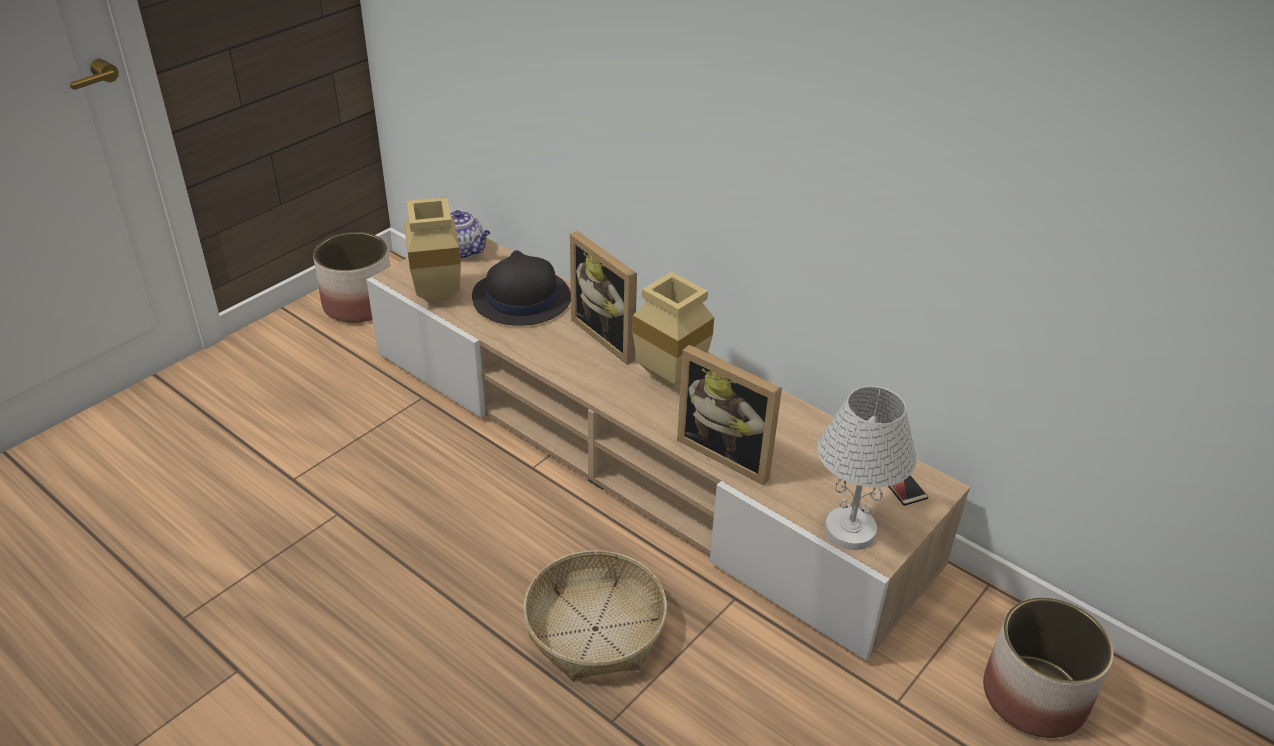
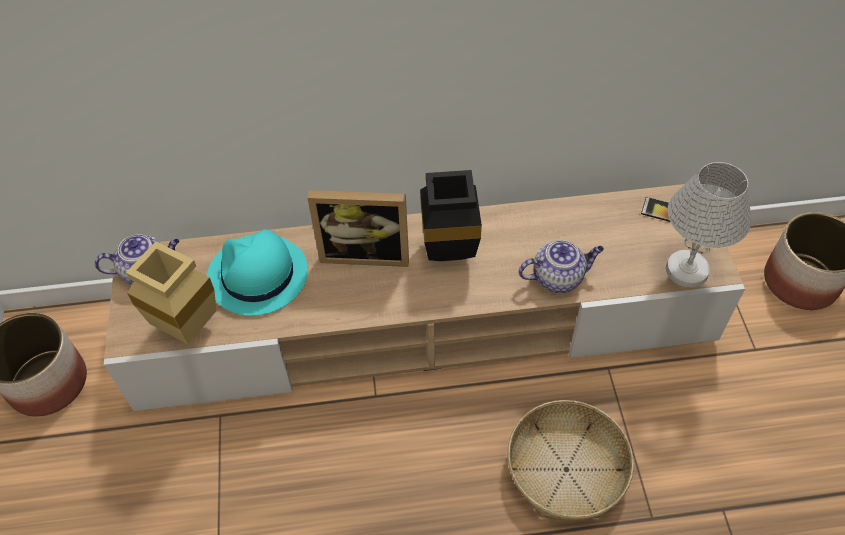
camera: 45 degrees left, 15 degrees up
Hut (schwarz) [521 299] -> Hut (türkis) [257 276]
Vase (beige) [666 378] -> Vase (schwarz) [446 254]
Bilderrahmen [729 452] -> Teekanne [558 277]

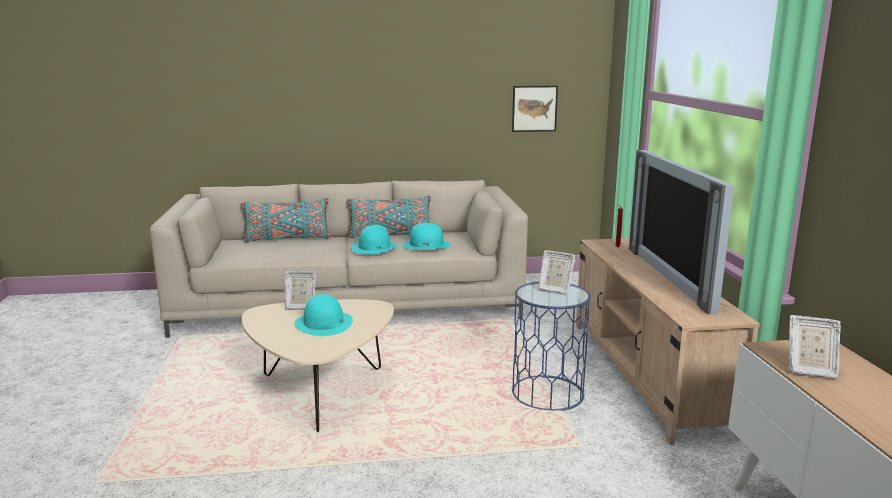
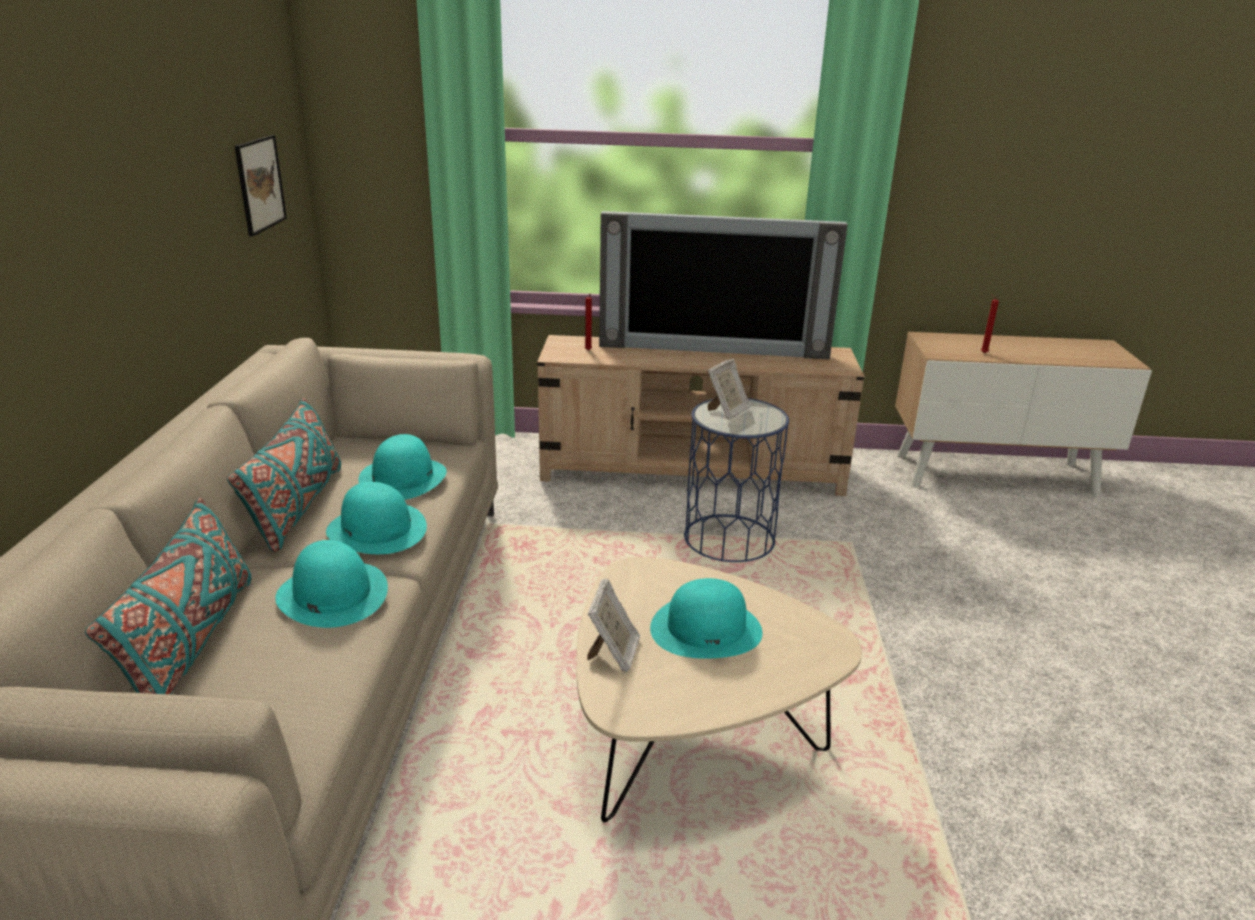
camera: 80 degrees left, 10 degrees up
none -> Hut (türkis) [332 594]
Bilderrahmen [809 371] -> Kerze (rot) [982 353]

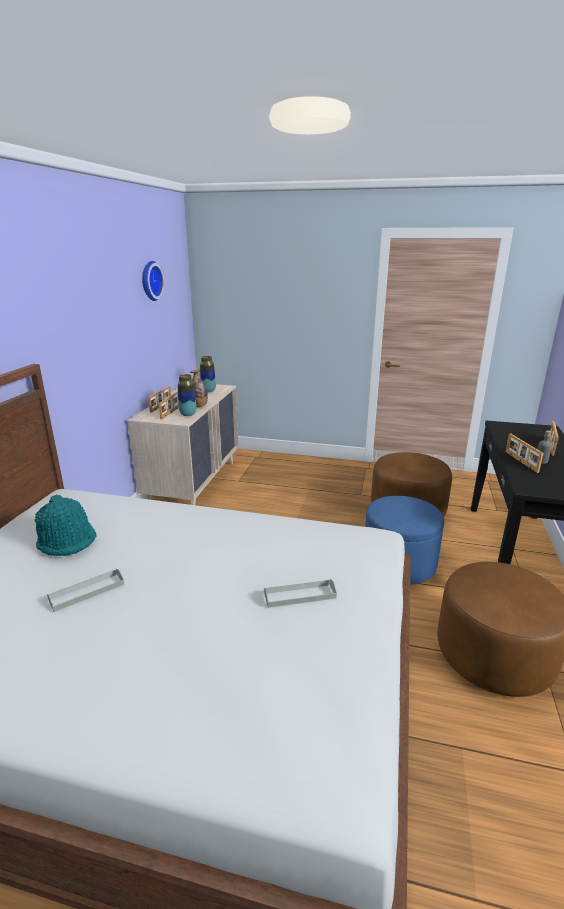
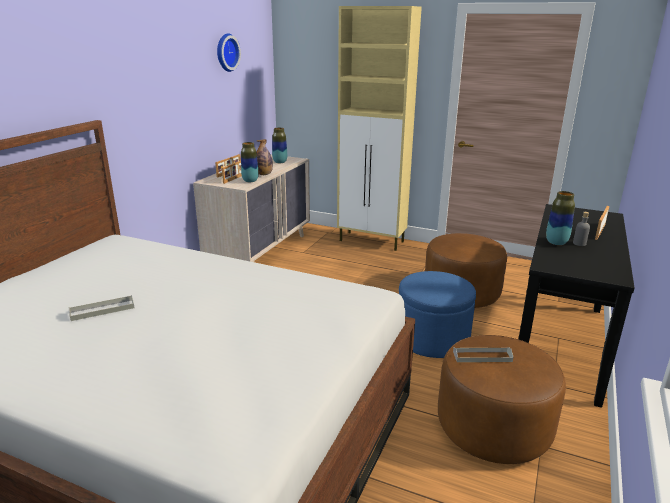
camera: 10 degrees right, 0 degrees up
none -> Schrank (beige) [372 241]
Tablett (grau) [300 595] -> Tablett (grau) [482 356], moved
Bilderrahmen [520 462] -> Vase [556 242]
Hut (türkis) [67 540] -> none

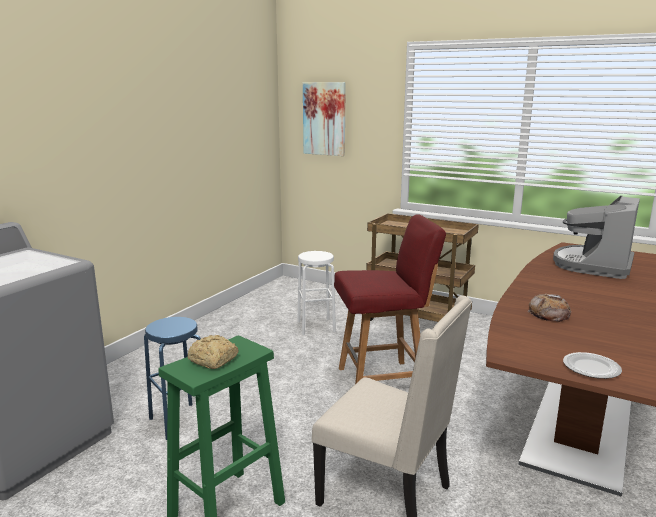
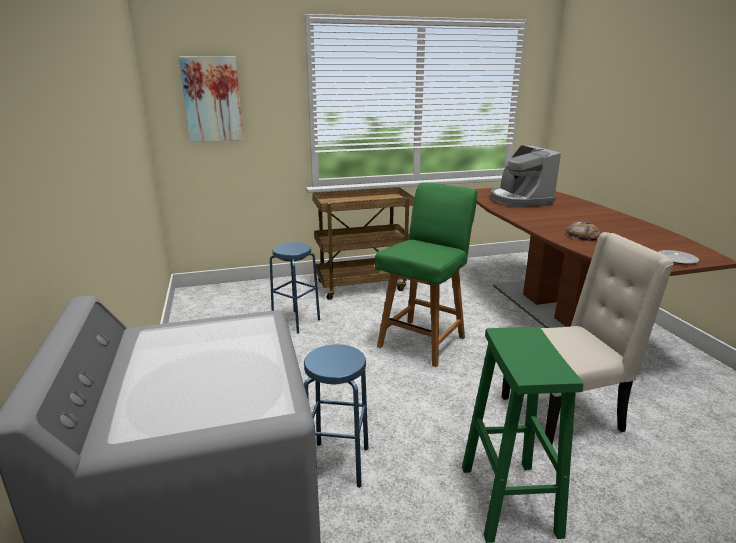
camera: 45 degrees left, 5 degrees up
Hocker (weiß) [316 326] -> Hocker (blau) [296 321]
Stuhl (rot) [383 381] -> Stuhl (grün) [423 341]
Brot [213 361] -> none

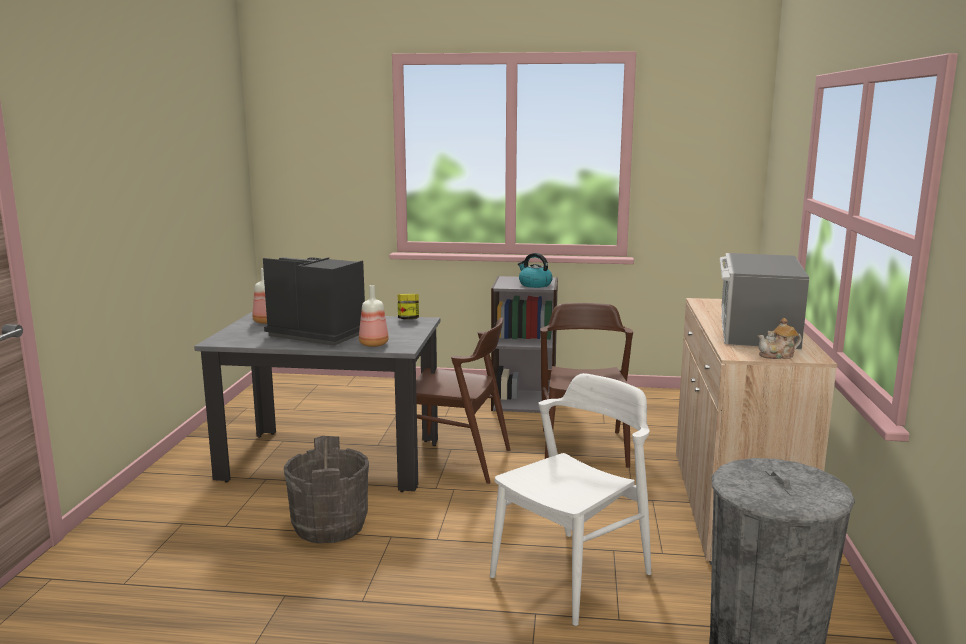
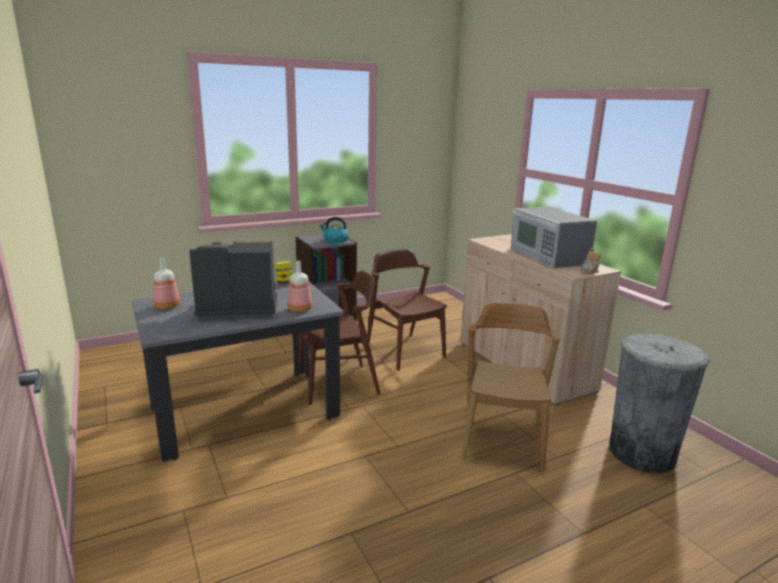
camera: 35 degrees left, 5 degrees up
Stuhl (weiß) [572 576] -> Stuhl (braun) [503 440]
Eimer (grau) [329 526] -> none

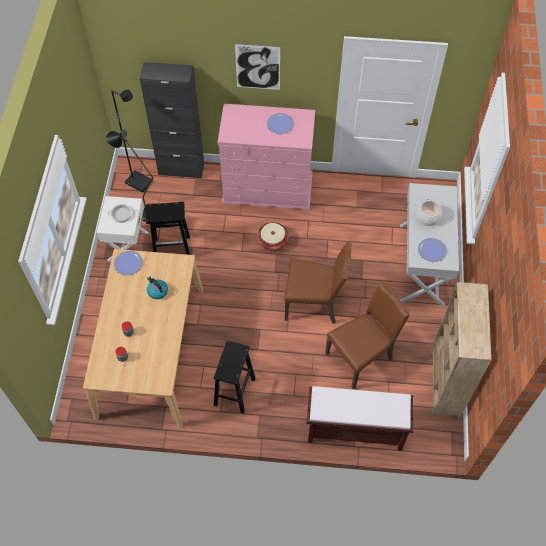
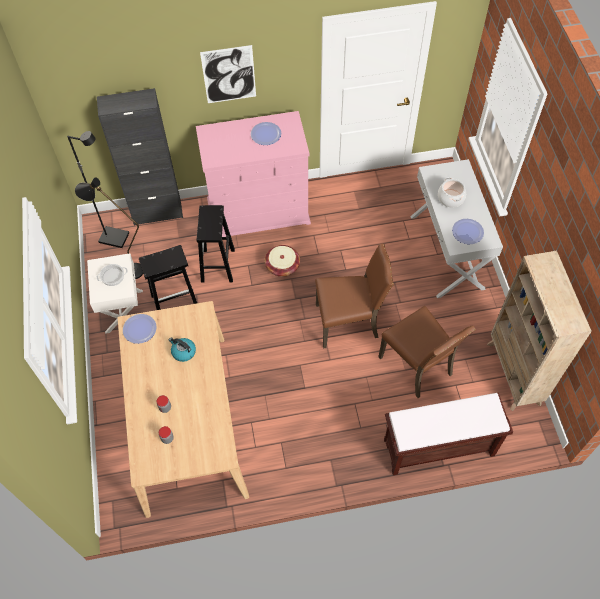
camera: 15 degrees left, 0 degrees up
Hocker (schwarz) [234 392] -> Hocker (schwarz) [218 266], moved
Stuhl (braun) [361 357] -> Stuhl (braun) [417 366], 105 degrees clockwise

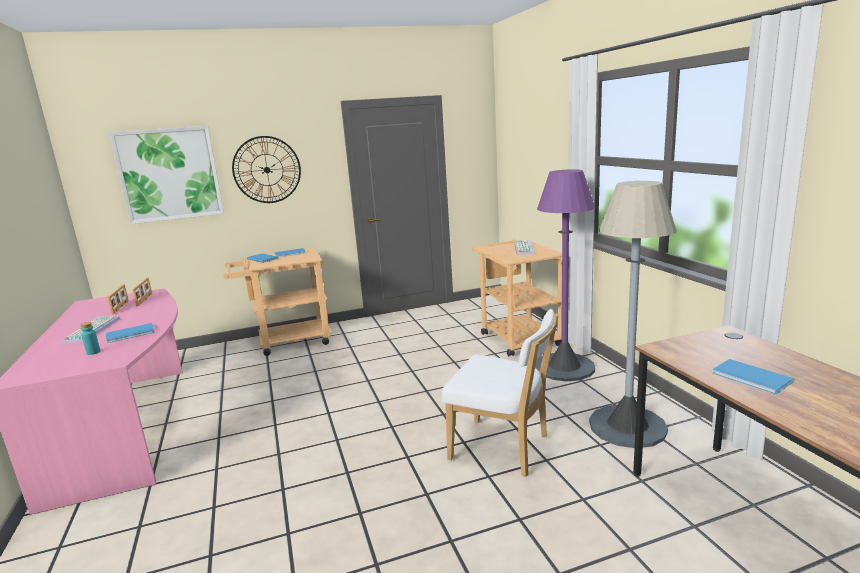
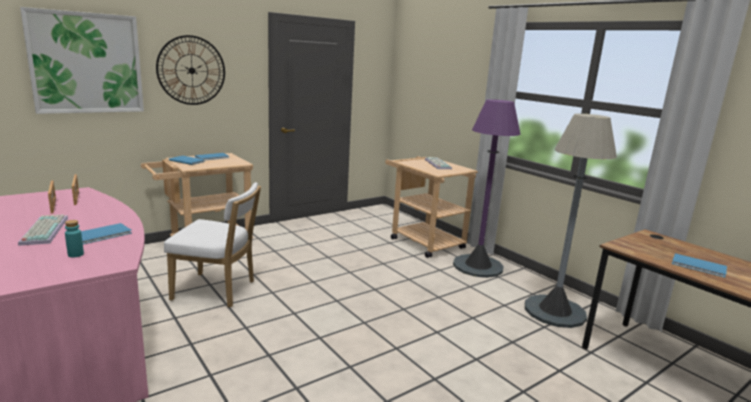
camera: 20 degrees left, 0 degrees up
Stuhl (weiß) [504 448] -> Stuhl (weiß) [218 291], moved

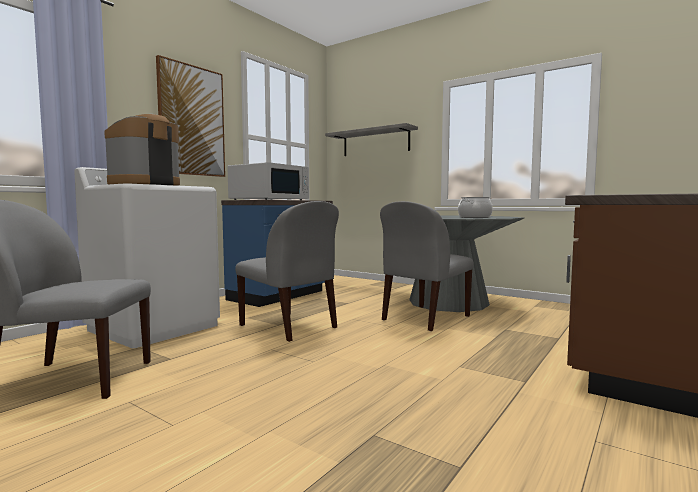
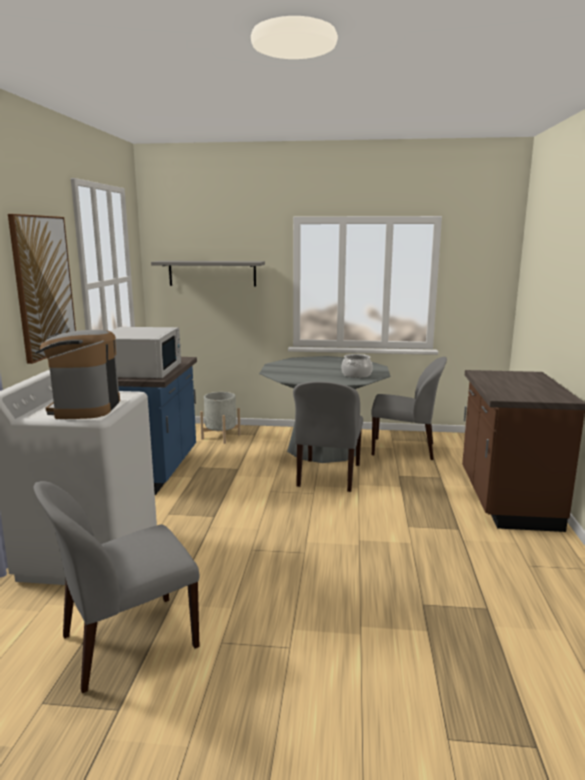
camera: 30 degrees left, 10 degrees up
none -> Pflanzkübel (grau) [221 437]
Stuhl (grau) [289 327] -> Stuhl (grau) [404 449], moved

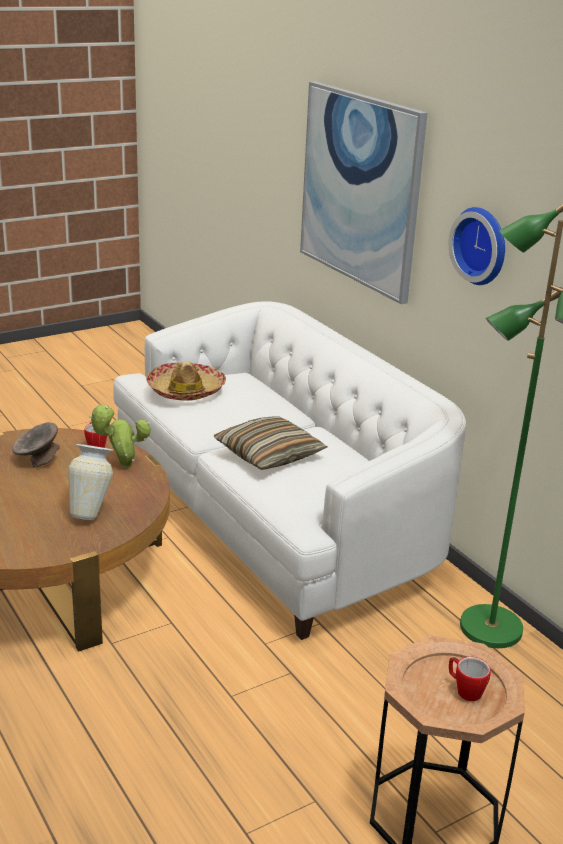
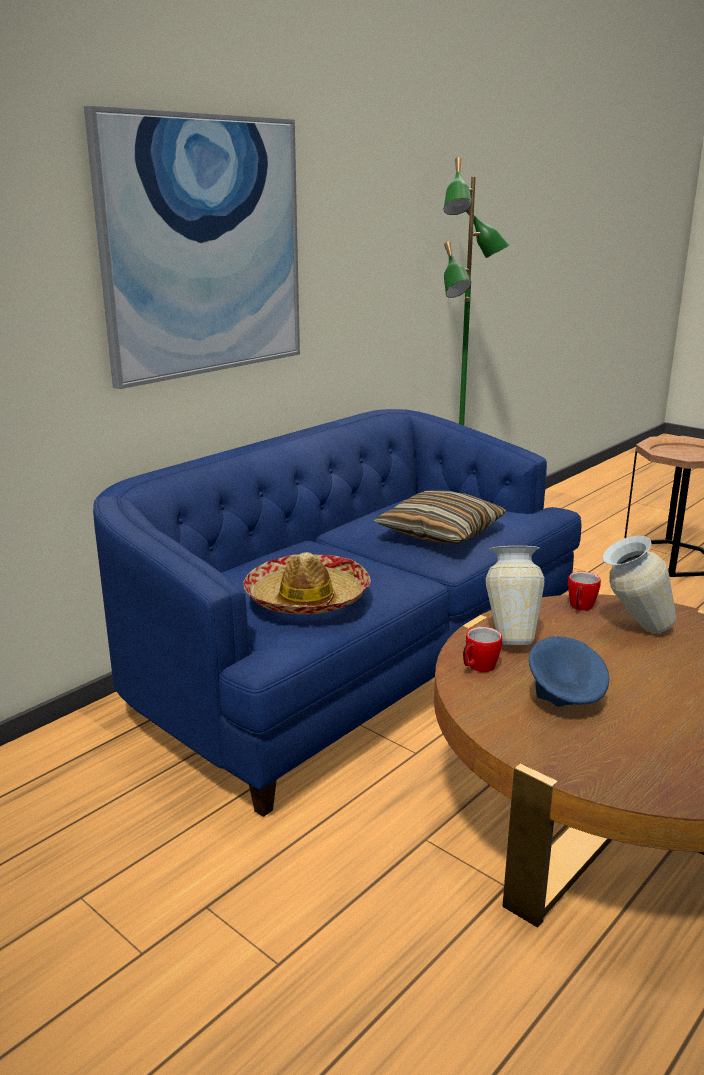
camera: 105 degrees left, 5 degrees down
Sofa (weiß) [275 517] -> Sofa (blau) [353 663]
Topfpflanze [122 466] -> Vase [511 636]
Schüssel (grau) [37 460] -> Schüssel (blau) [565 702]
Henkelbecher [464 690] -> Henkelbecher [580 608], moved
Wanduhr [482 245] -> none

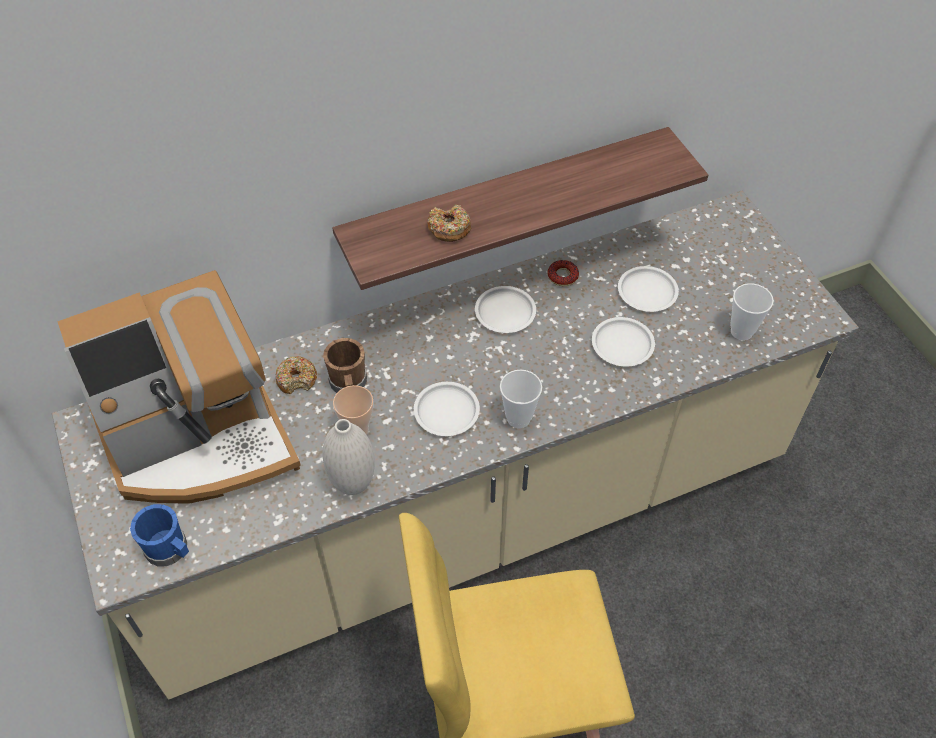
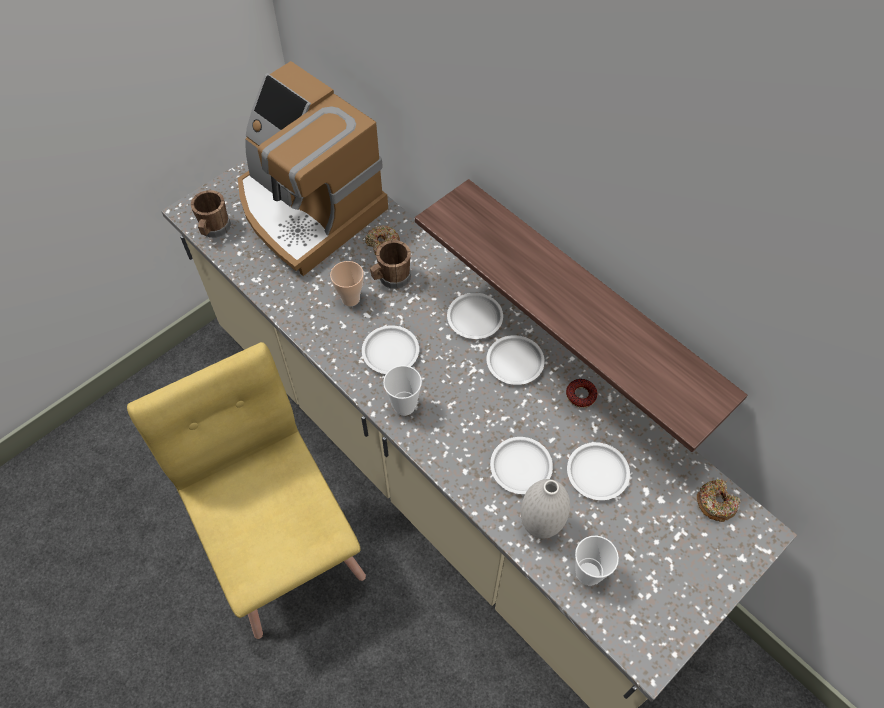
camera: 70 degrees right, 5 degrees up
Henkelbecher (blau) [170 550] -> Henkelbecher (braun) [214 229]
none -> Teller (weiß) [474 318]
Vase (weiß) [353 485] -> Vase (weiß) [540 526], moved
Donut [449 228] -> Donut [715 503], moved

